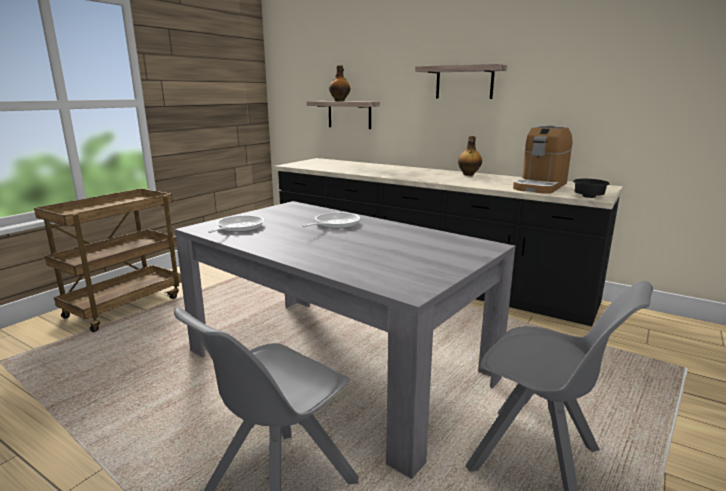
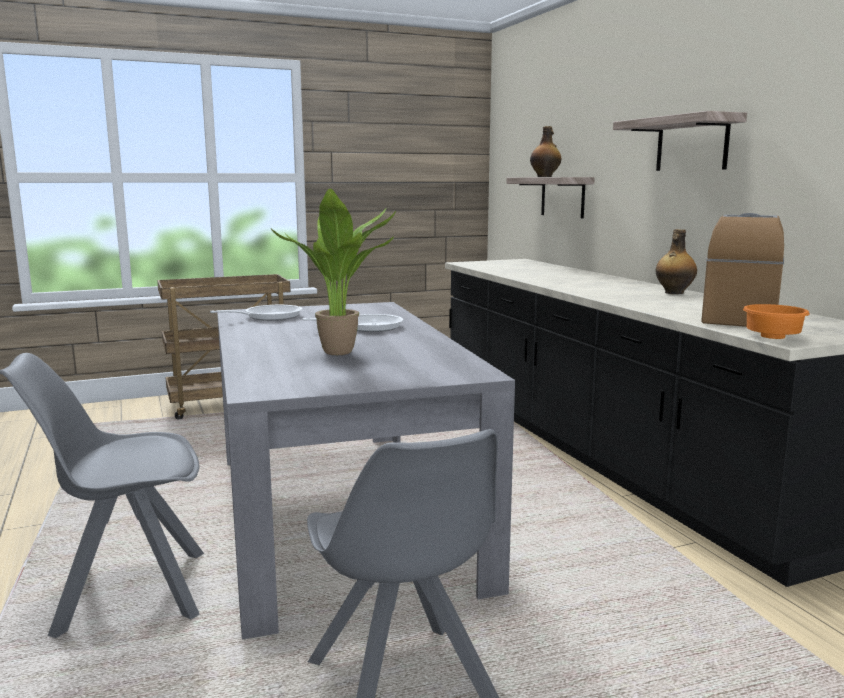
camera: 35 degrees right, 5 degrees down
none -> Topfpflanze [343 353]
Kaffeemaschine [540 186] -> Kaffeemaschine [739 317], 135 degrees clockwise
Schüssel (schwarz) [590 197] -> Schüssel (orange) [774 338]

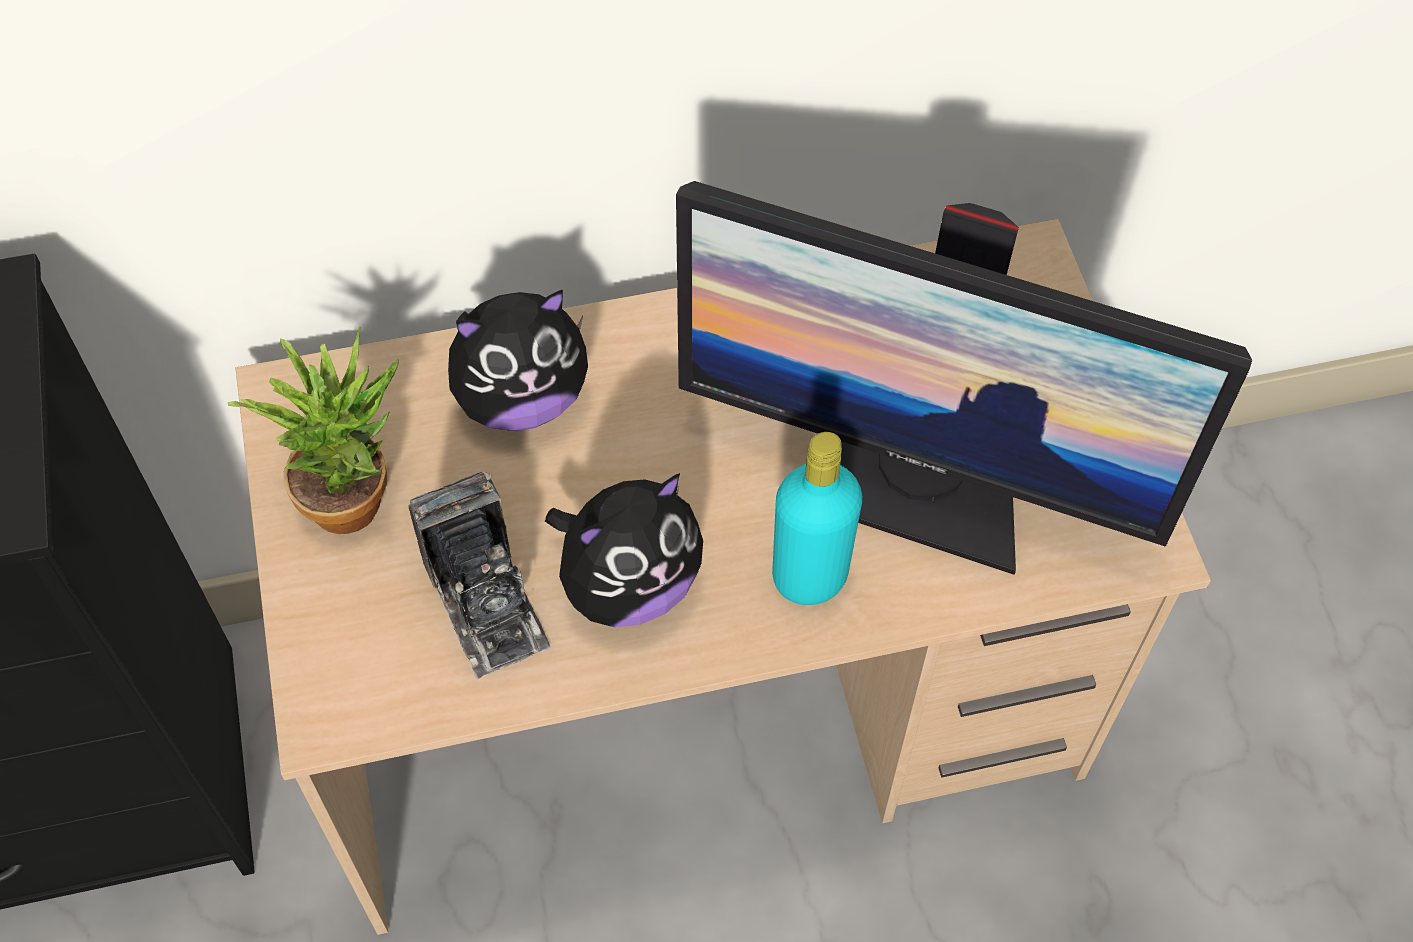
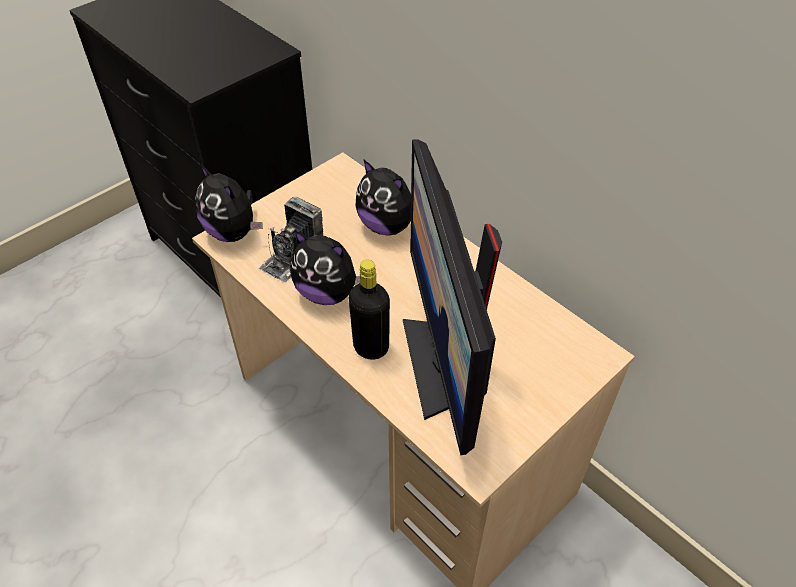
camera: 60 degrees right, 10 degrees down
none -> Plüschtier [233 232]
Flasche (türkis) [809 577] -> Flasche (schwarz) [371 347]
Topfpflanze [352 492] -> none

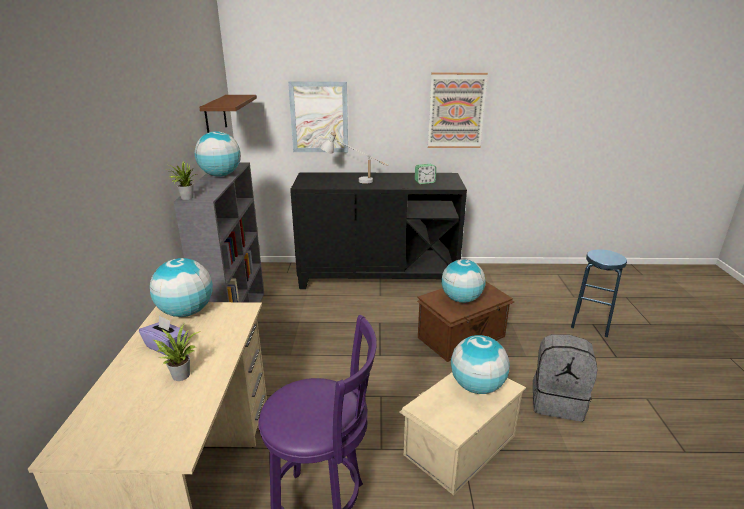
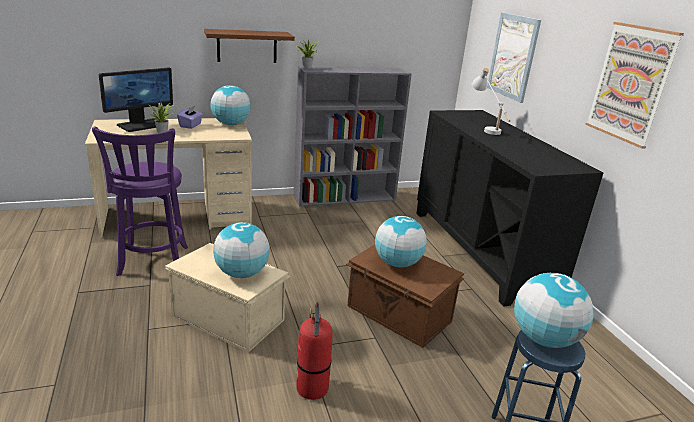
camera: 70 degrees right, 0 degrees up
none -> Monitor [142 125]
Wandregal (braun) [215 116] -> Wandregal (braun) [247 46], moved
Rucksack (grau) [557 401] -> Feuerlöscher [312 388]
Globus [220 175] -> Globus [543 339], moved
Wecker [424 182] -> none

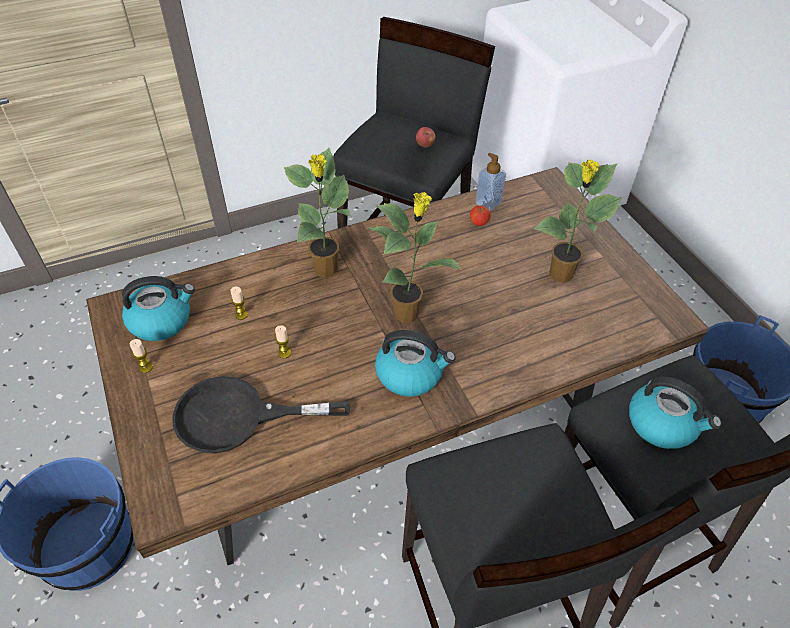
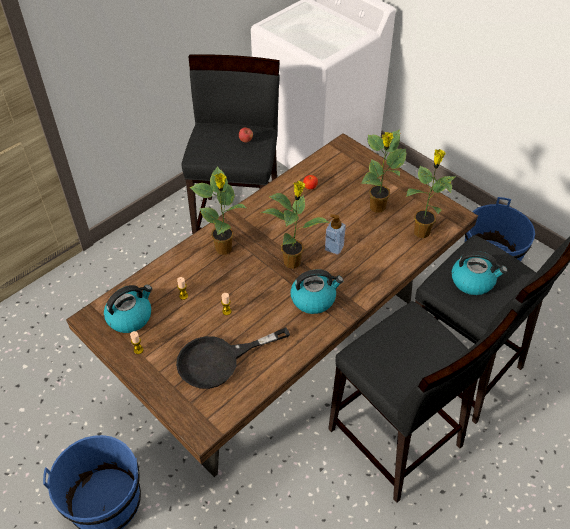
camera: 20 degrees left, 0 degrees up
Seifenspender [488 203] -> Seifenspender [334 248], moved
none -> Topfpflanze [422 231]

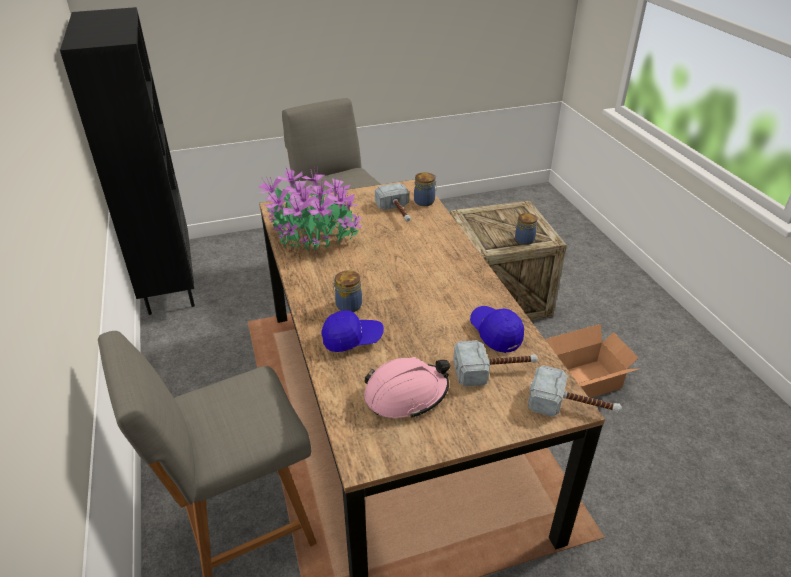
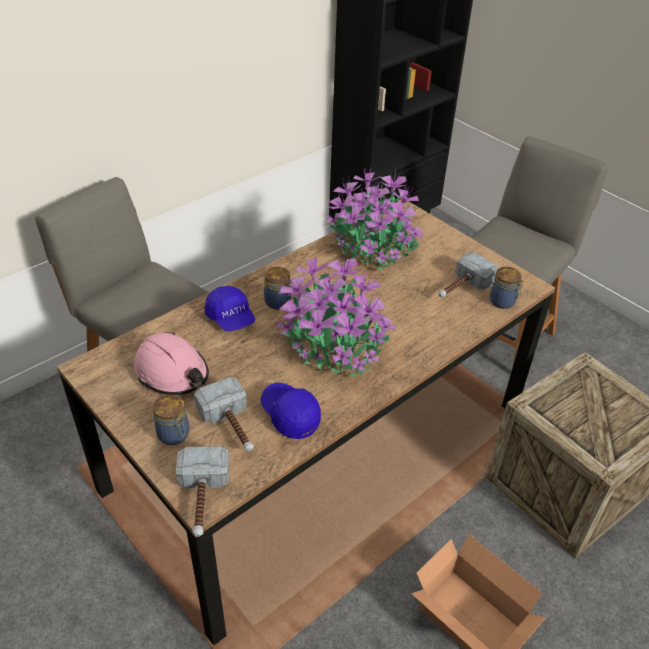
camera: 65 degrees right, 5 degrees up
Vorratsglas [525 240] -> Vorratsglas [174 435], moved
Kappe (blau) [495 334] -> Kappe (blau) [290 415], 75 degrees counterclockwise
none -> Topfpflanze [333 345]

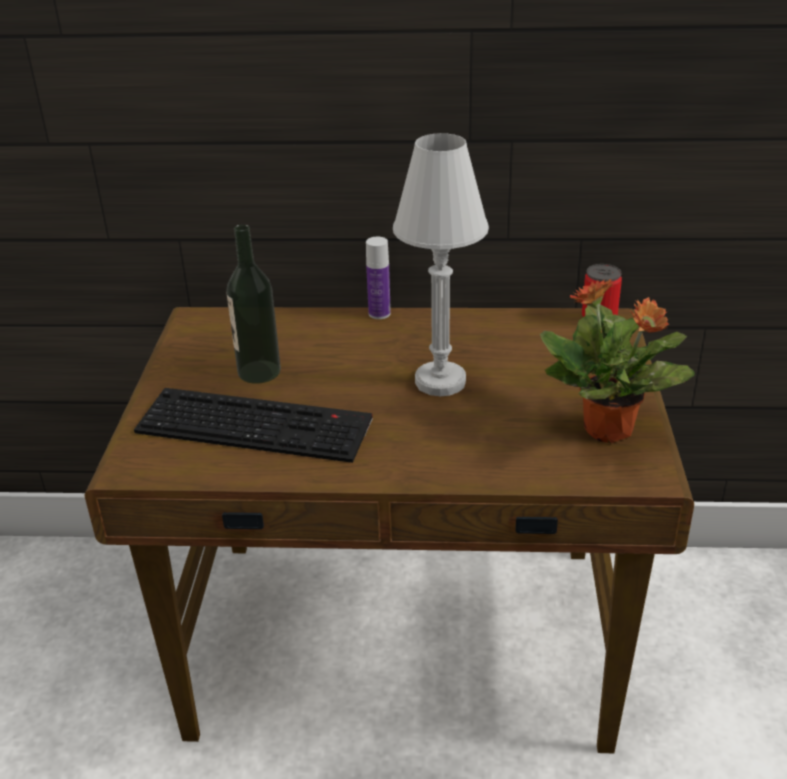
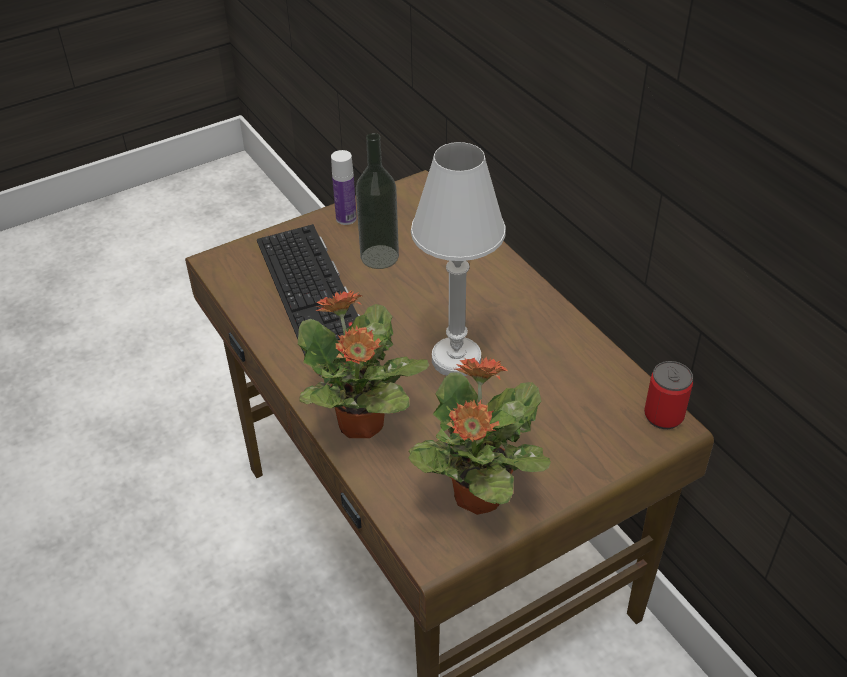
camera: 55 degrees right, 10 degrees up
none -> Topfpflanze [361 425]
Flasche [379 313] -> Flasche [346 218], moved

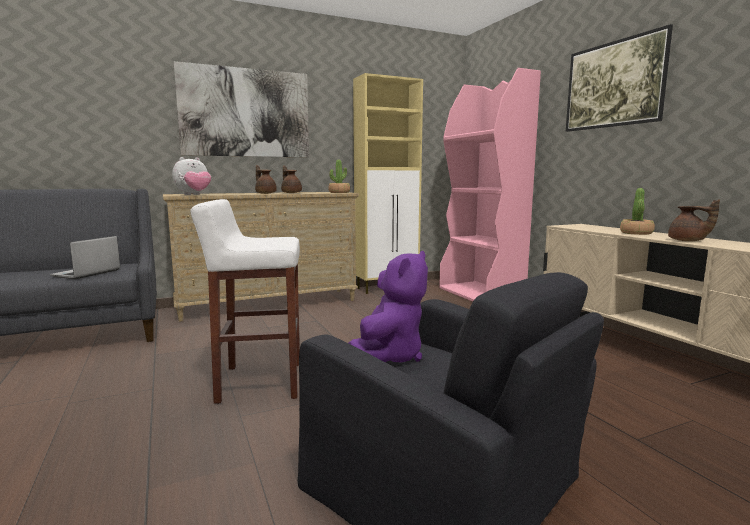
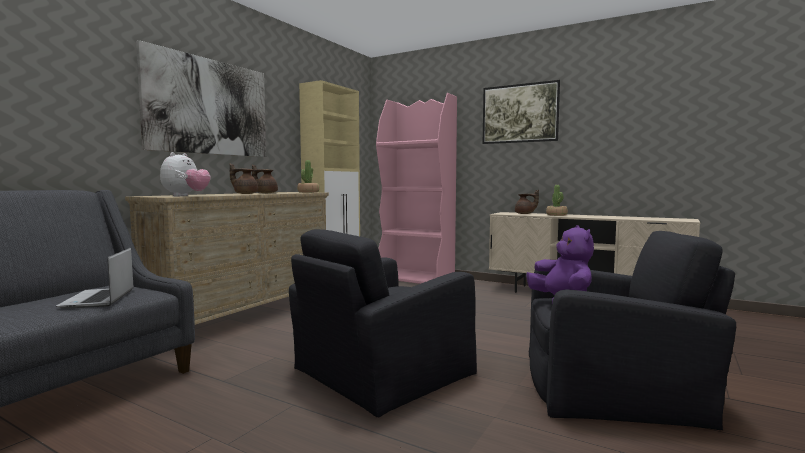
camera: 35 degrees left, 5 degrees down
Hocker (weiß) [259 382] -> Sessel (schwarz) [381 372]
Teekanne (braun) [688 241] -> Teekanne (braun) [525 214], moved

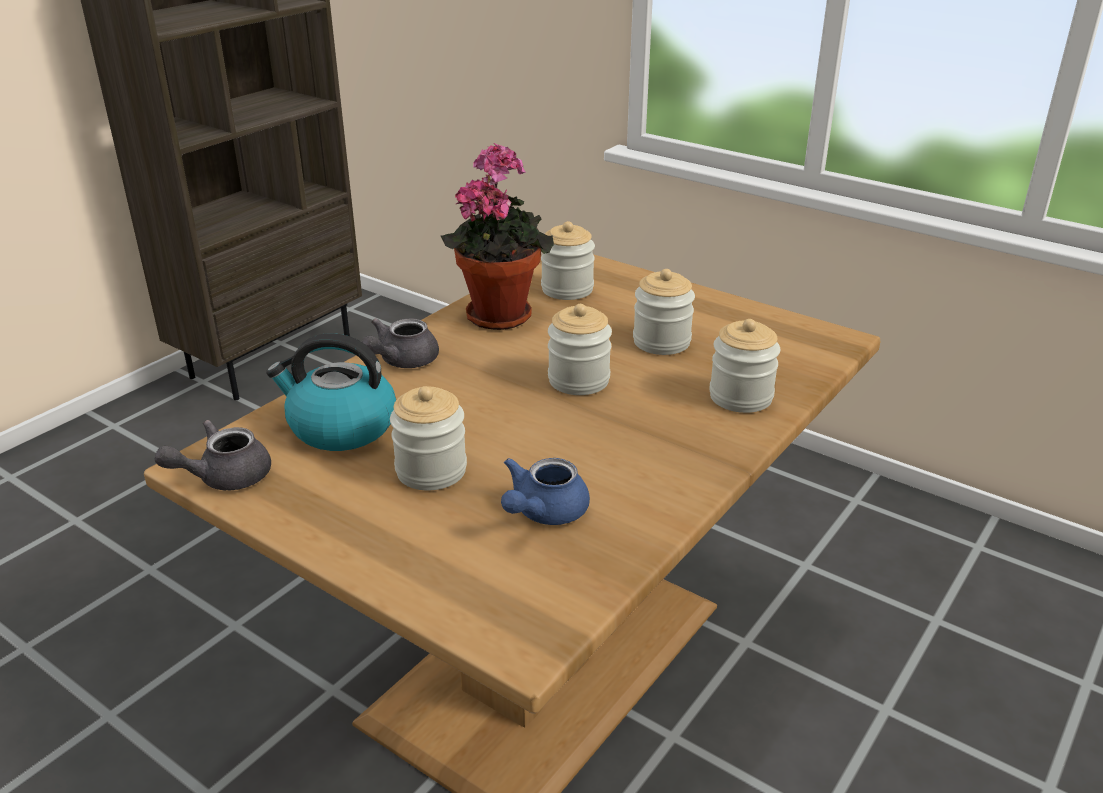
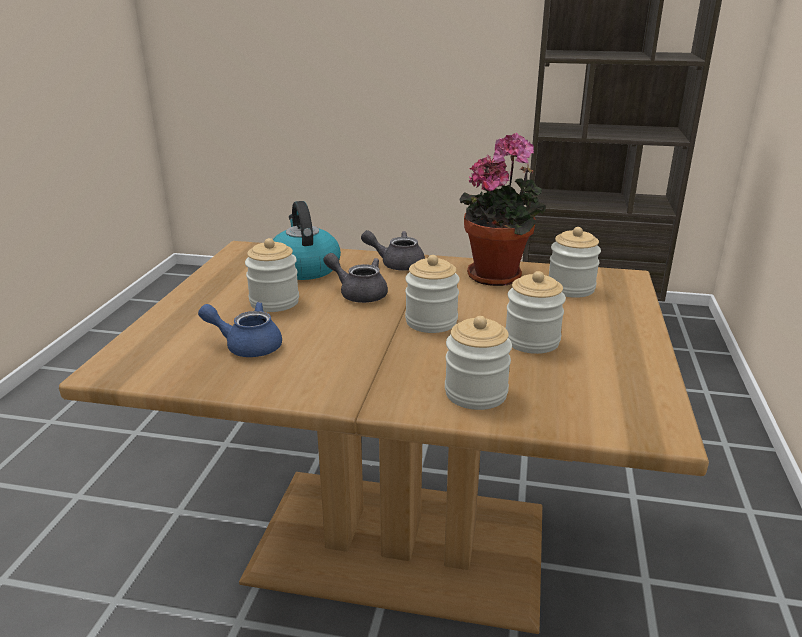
camera: 65 degrees right, 5 degrees down
Teekanne (grau) [224 477] -> Teekanne (grau) [358 293], moved

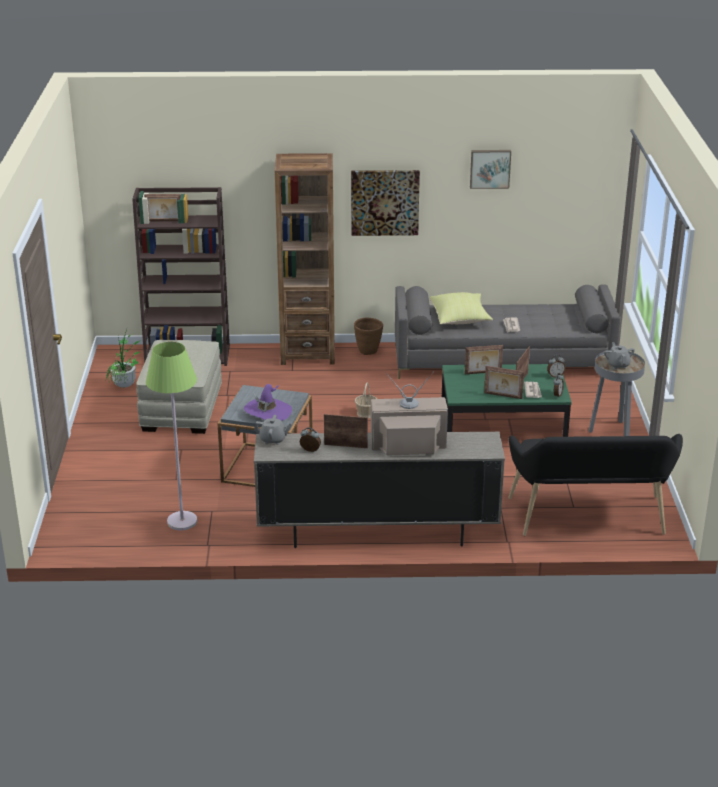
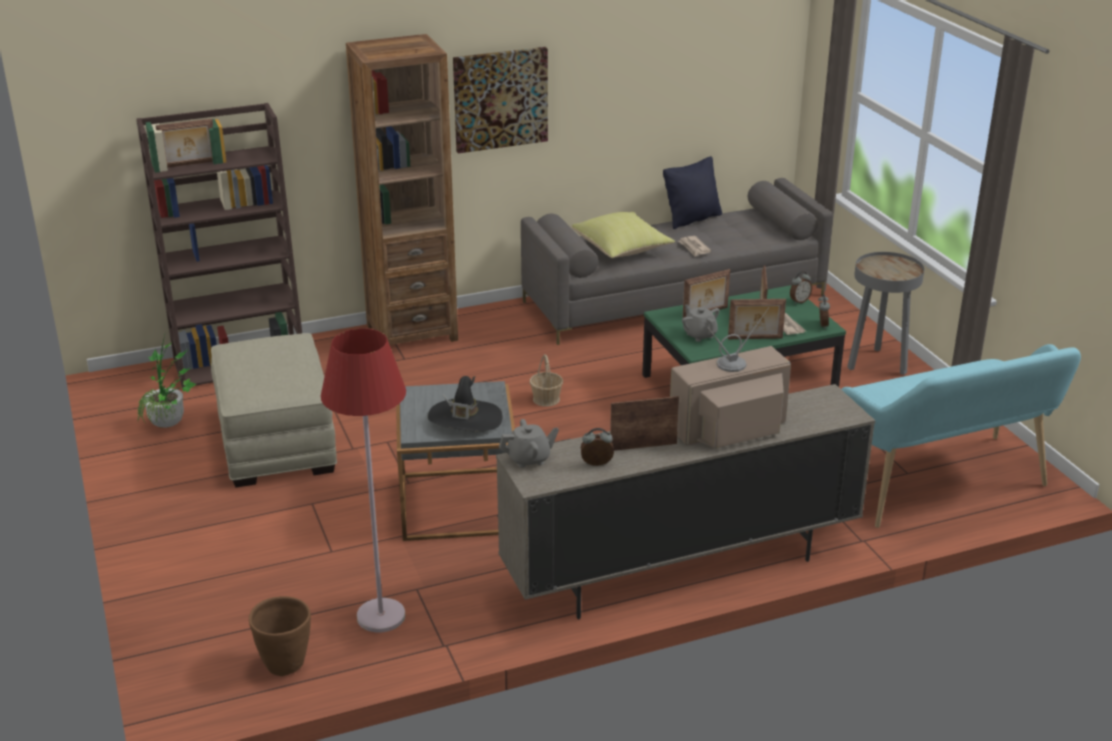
camera: 20 degrees left, 0 degrees up
Pflanzkübel (braun) [368 351] -> Pflanzkübel (braun) [285 664], moved
Stehlampe (grün) [182 521] -> Stehlampe (rot) [380 616]
Hut (lila) [268 412] -> Hut (schwarz) [465 419]
none -> Kissen (schwarz) [692 219]
Teekanne (grau) [617 365] -> Teekanne (grau) [699 335], moved
Bank (schwarz) [589 520] -> Bank (türkis) [940 487]
Bild [490 168] -> none

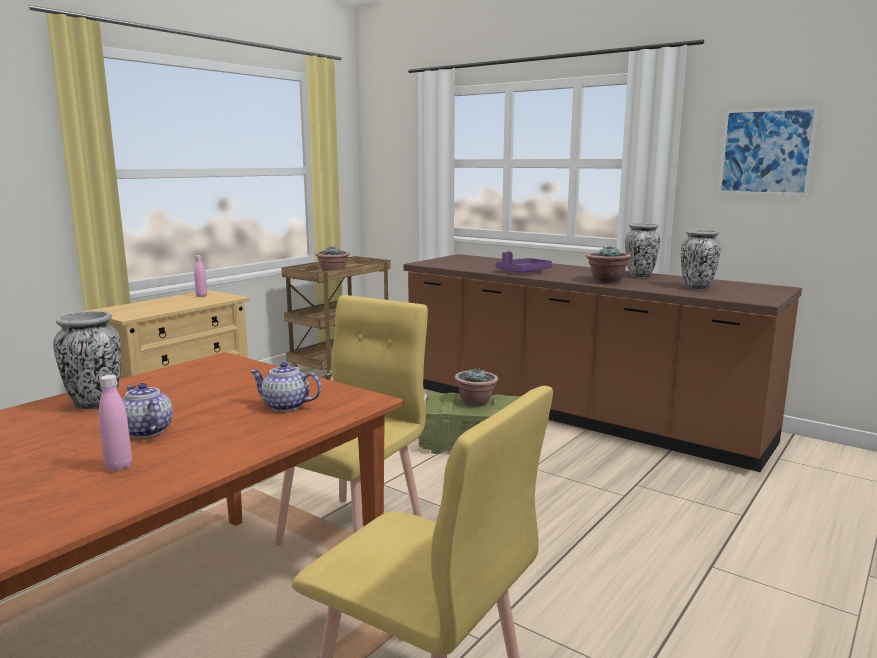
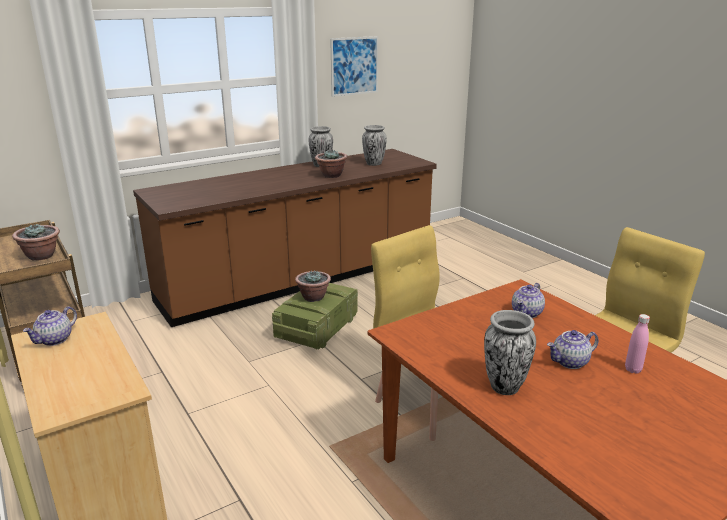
camera: 70 degrees left, 10 degrees up
Flasche (rosa) [201 296] -> Teekanne [55 340]
Tablett (lila) [523 272] -> none

